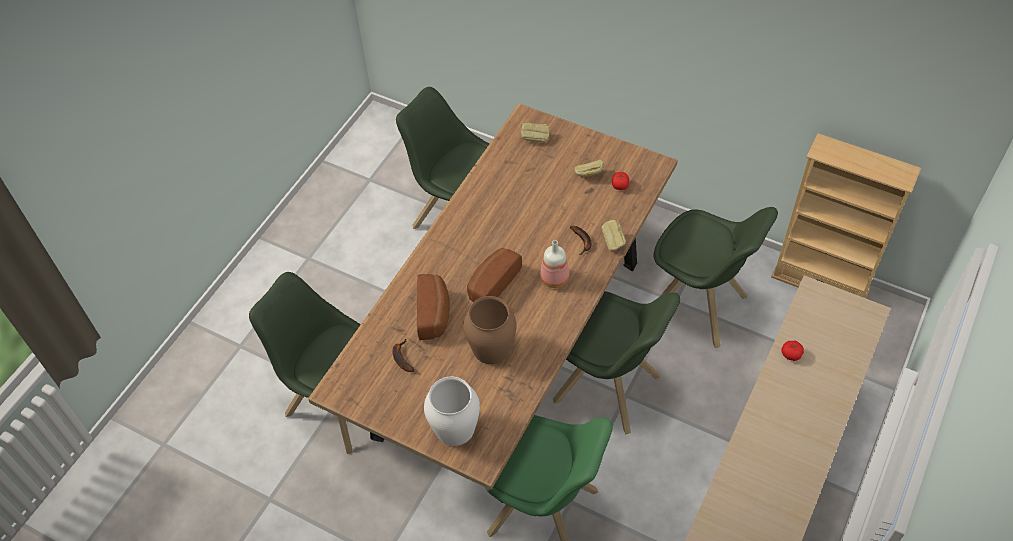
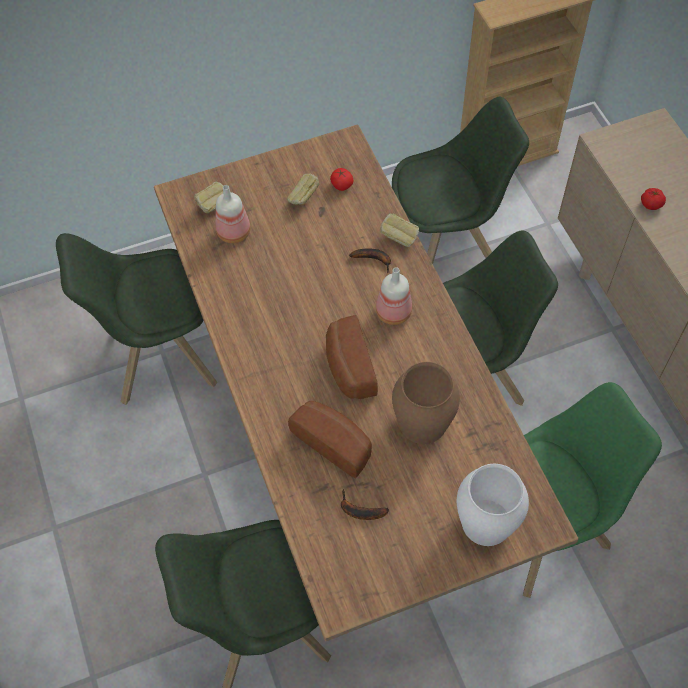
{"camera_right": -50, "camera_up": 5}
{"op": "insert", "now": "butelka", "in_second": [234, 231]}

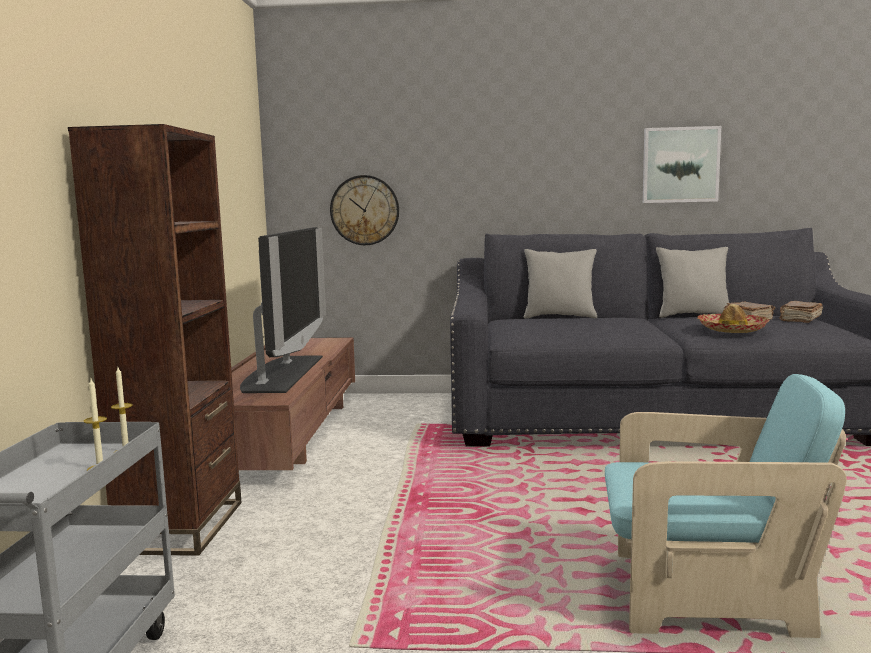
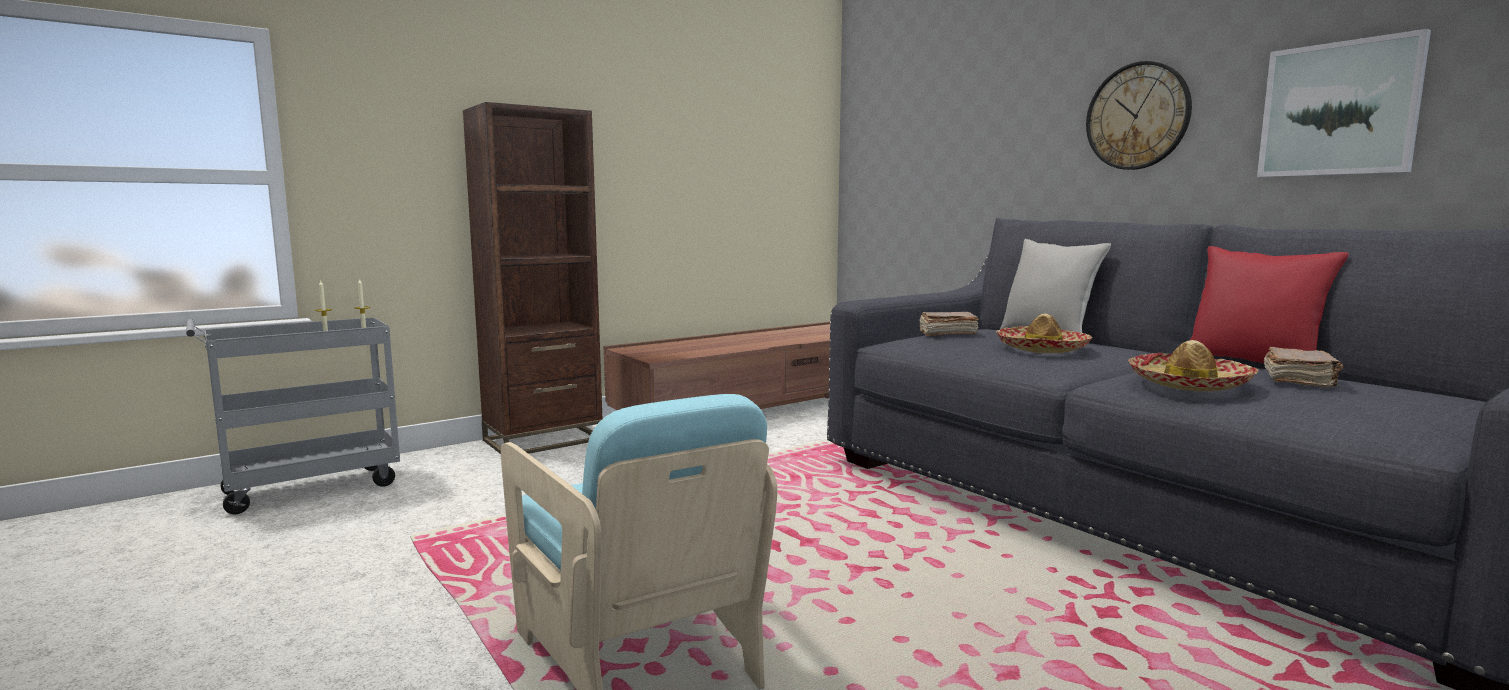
{"camera_right": 50, "camera_up": 0}
{"op": "delete", "was": "telewizor", "in_first": [282, 373]}
{"op": "move", "was": "zegar ścienny", "in_first": [364, 210], "in_second": [1137, 116]}
{"op": "recolor", "was": "poduszka (szary)", "now": "poduszka (czerwony)", "in_first": [693, 315], "in_second": [1253, 364]}
{"op": "move", "was": "książka (brązowy)", "in_first": [800, 319], "in_second": [946, 334]}
{"op": "insert", "now": "kapelusz", "in_second": [1042, 349]}

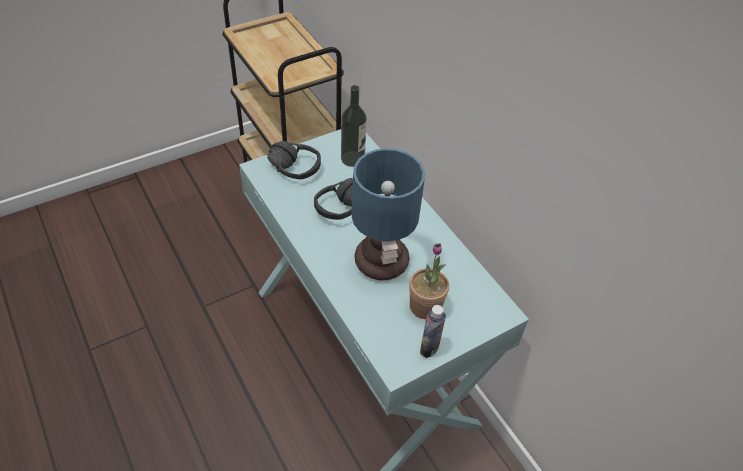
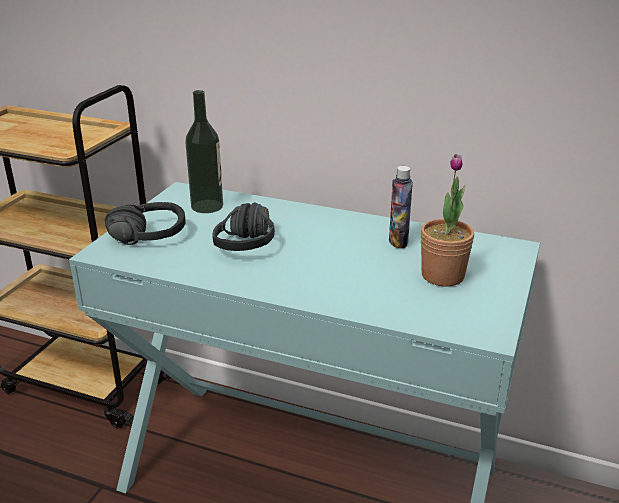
{"camera_right": -35, "camera_up": -20}
{"op": "delete", "was": "lampa stołowa", "in_first": [379, 260]}
{"op": "move", "was": "butelka", "in_first": [429, 347], "in_second": [398, 241]}

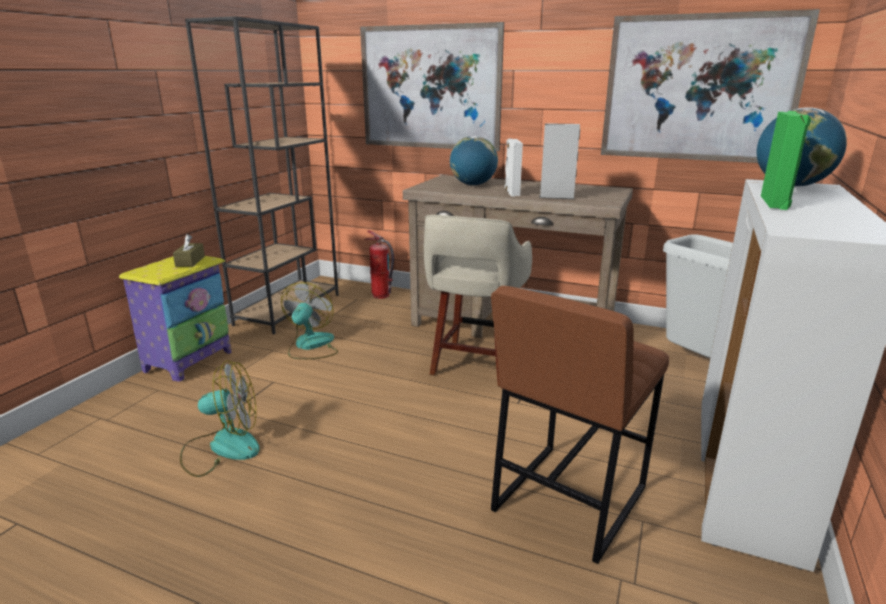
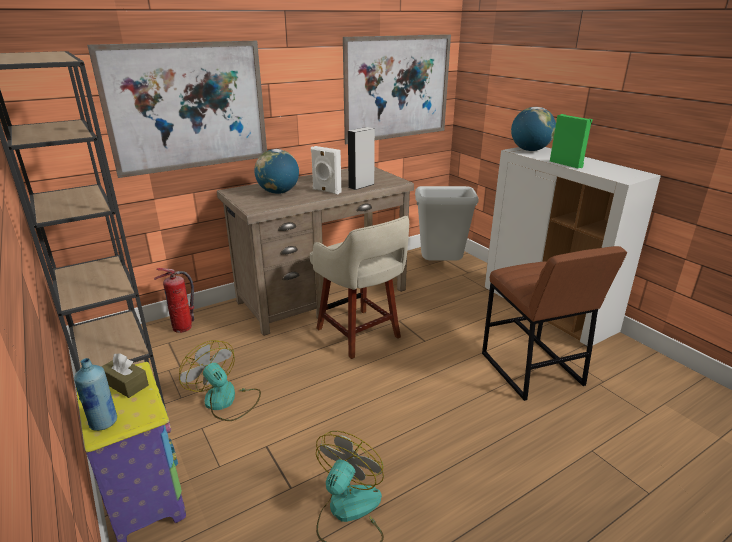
{"camera_right": -55, "camera_up": 5}
{"op": "insert", "now": "butelka (niebieski)", "in_second": [104, 422]}

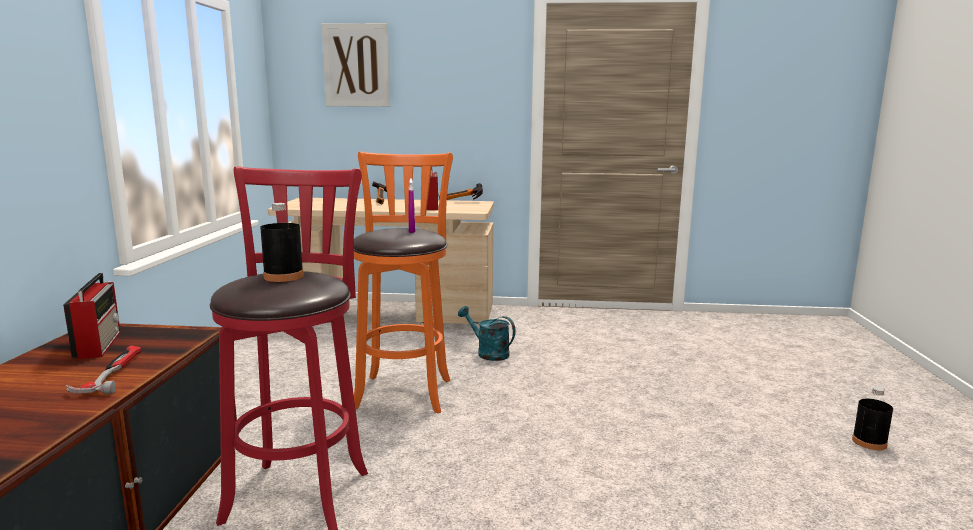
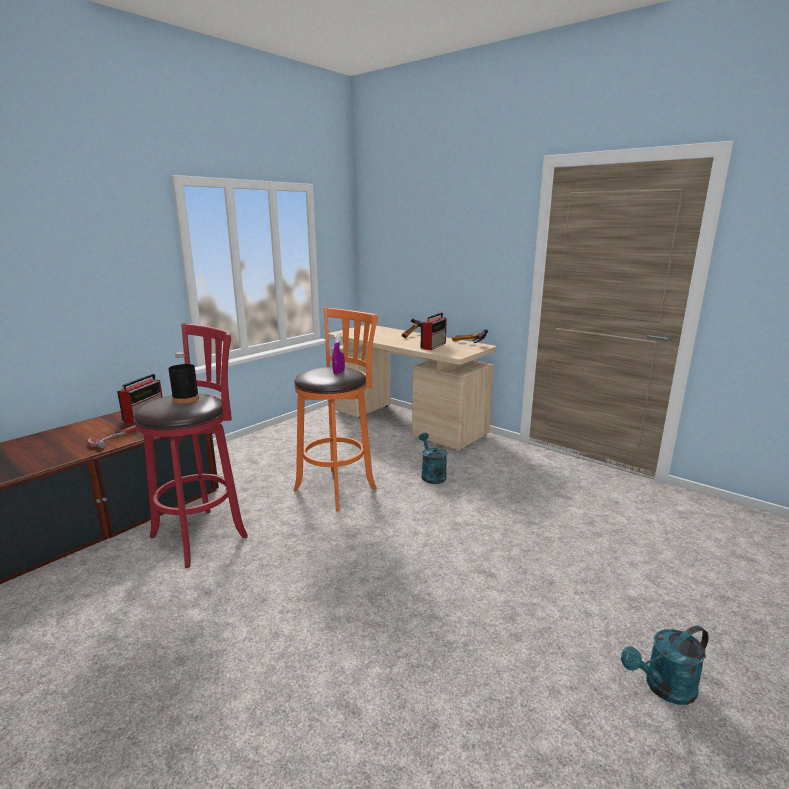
{"camera_right": 35, "camera_up": 5}
{"op": "delete", "was": "obraz", "in_first": [356, 65]}
{"op": "replace", "was": "butelka (czarny)", "now": "konewka (turkusowy)", "in_first": [869, 442], "in_second": [663, 688]}

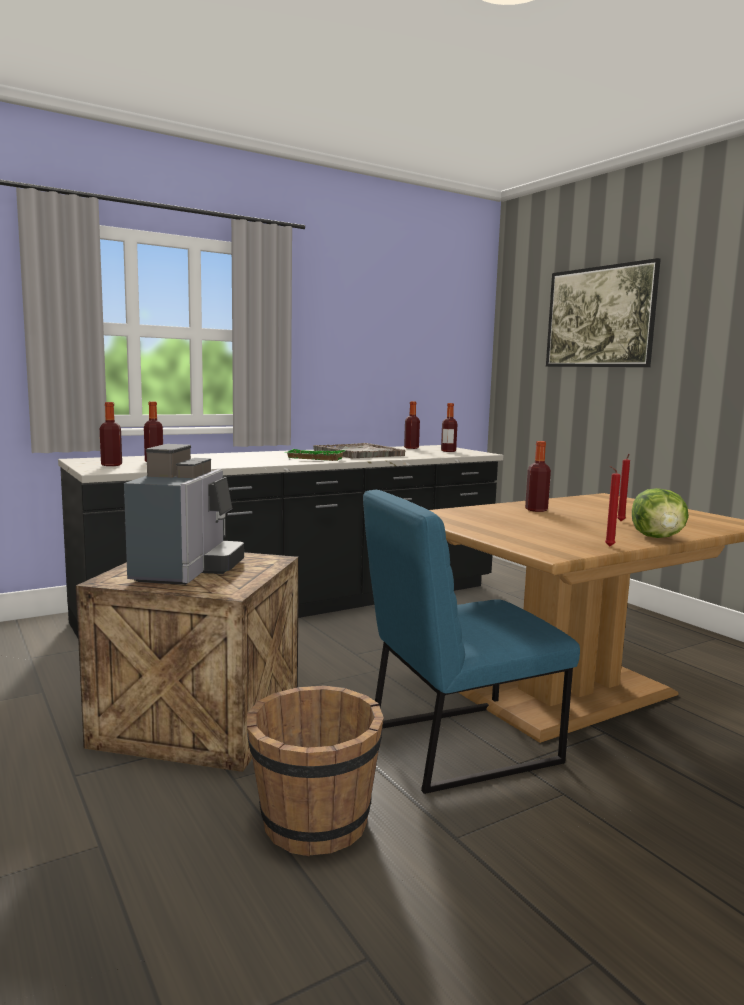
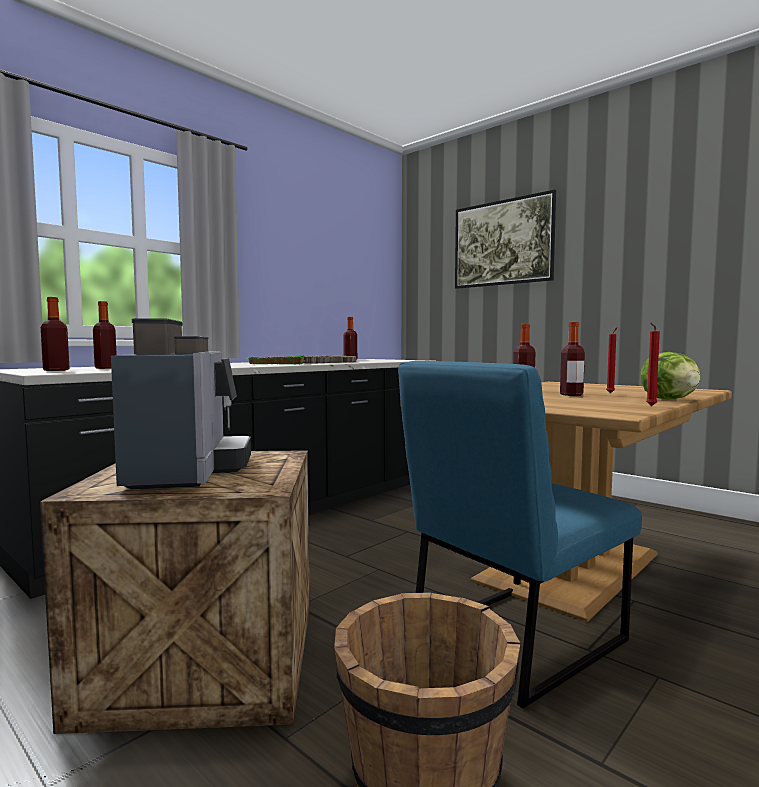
{"camera_right": -15, "camera_up": -5}
{"op": "move", "was": "butelka", "in_first": [448, 451], "in_second": [571, 395]}

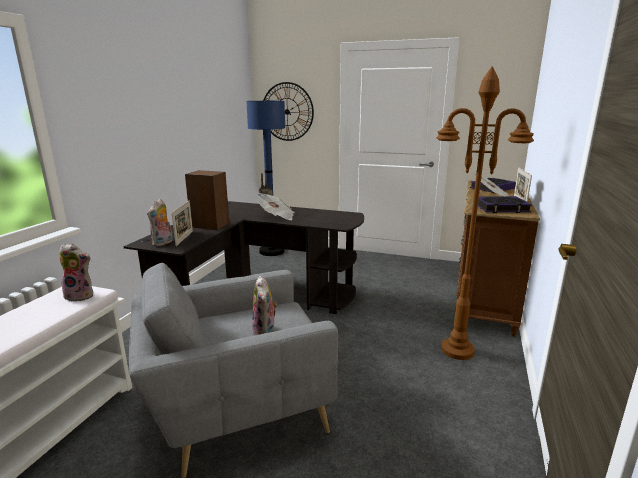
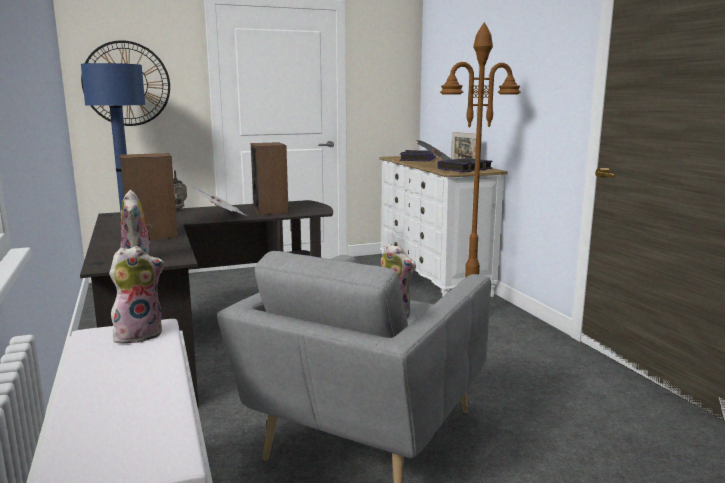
{"camera_right": -40, "camera_up": -5}
{"op": "delete", "was": "ramka na zdjęcie", "in_first": [184, 238]}
{"op": "recolor", "was": "komoda (brązowy)", "now": "komoda (biały)", "in_first": [483, 299], "in_second": [433, 277]}
{"op": "insert", "now": "głośnik", "in_second": [270, 210]}

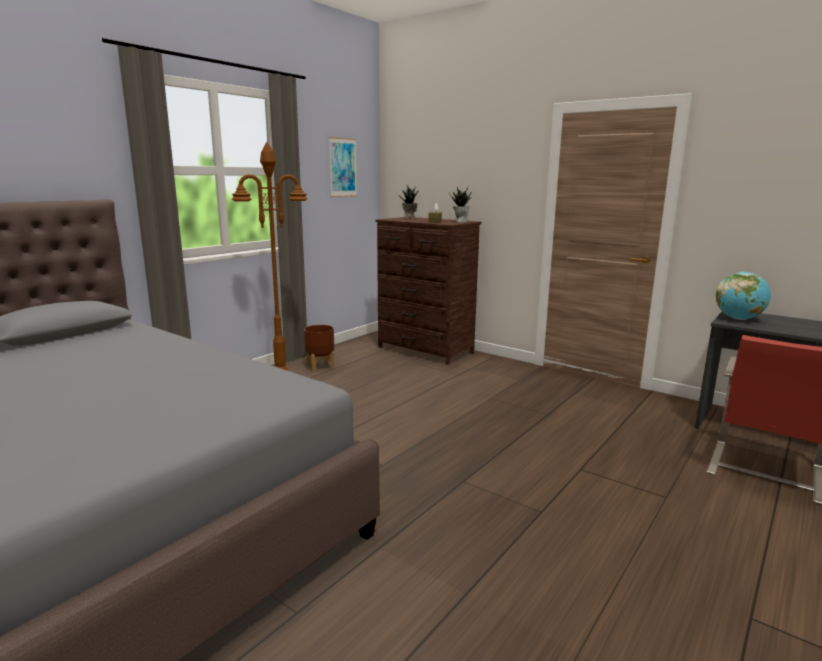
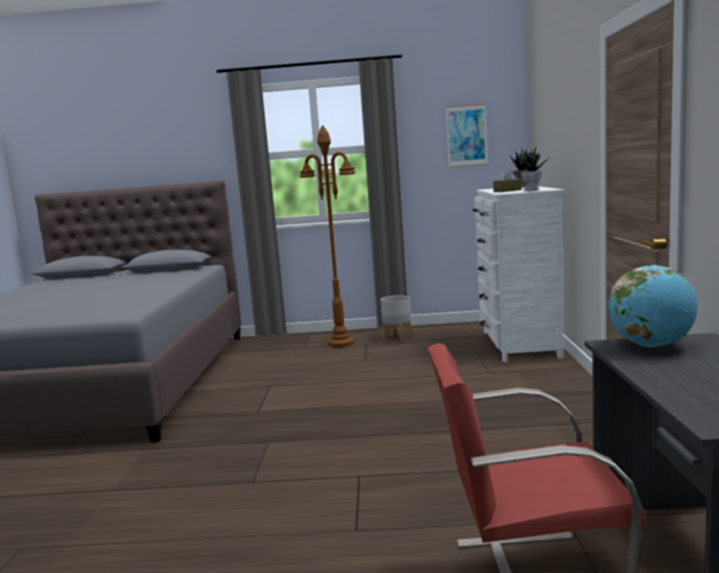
{"camera_right": 55, "camera_up": -5}
{"op": "recolor", "was": "donica (brązowy)", "now": "donica (szary)", "in_first": [320, 367], "in_second": [397, 337]}
{"op": "recolor", "was": "komoda (brązowy)", "now": "komoda (biały)", "in_first": [424, 350], "in_second": [518, 344]}

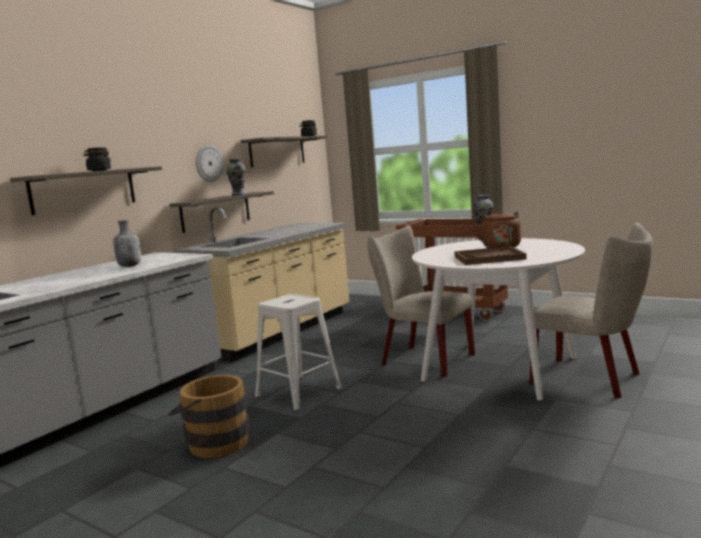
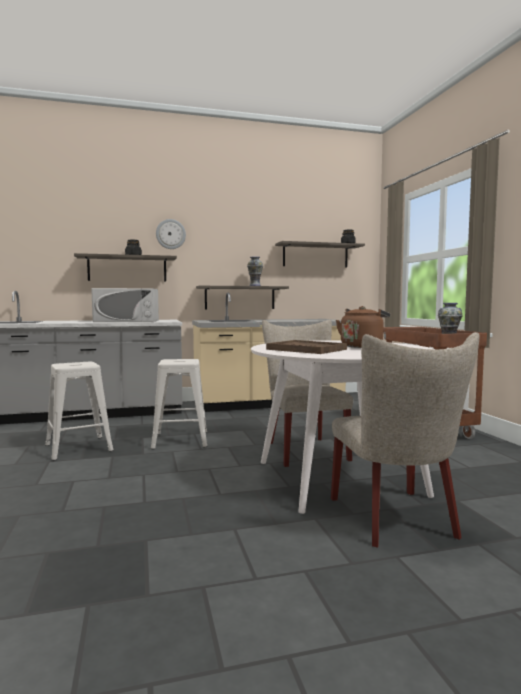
{"camera_right": 40, "camera_up": -5}
{"op": "replace", "was": "butelka (szary)", "now": "mikrofalówka (biały)", "in_first": [130, 266], "in_second": [127, 321]}
{"op": "replace", "was": "wiadro (brązowy)", "now": "stołek (biały)", "in_first": [213, 443], "in_second": [78, 448]}
{"op": "move", "was": "zegar ścienny", "in_first": [209, 163], "in_second": [170, 234]}

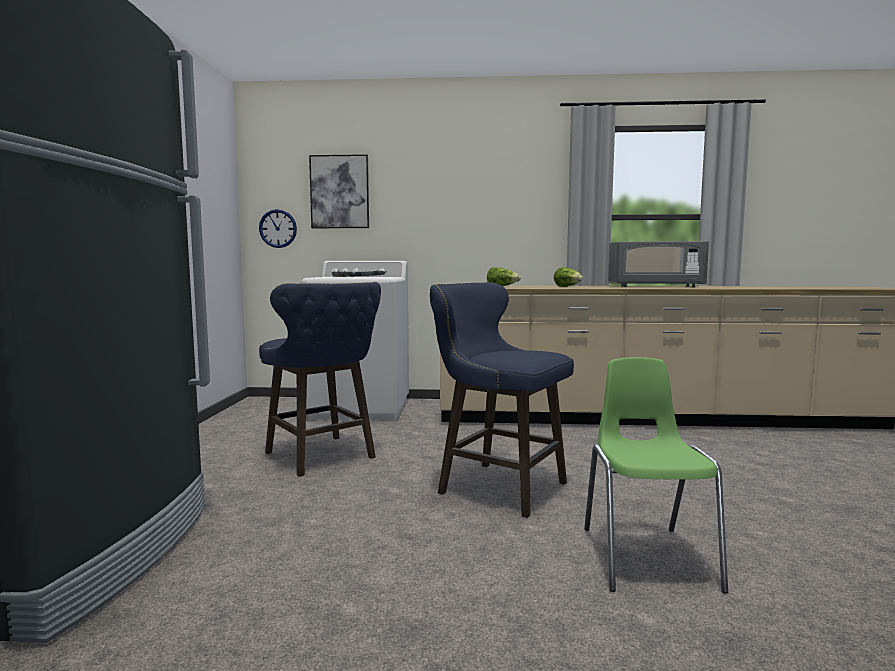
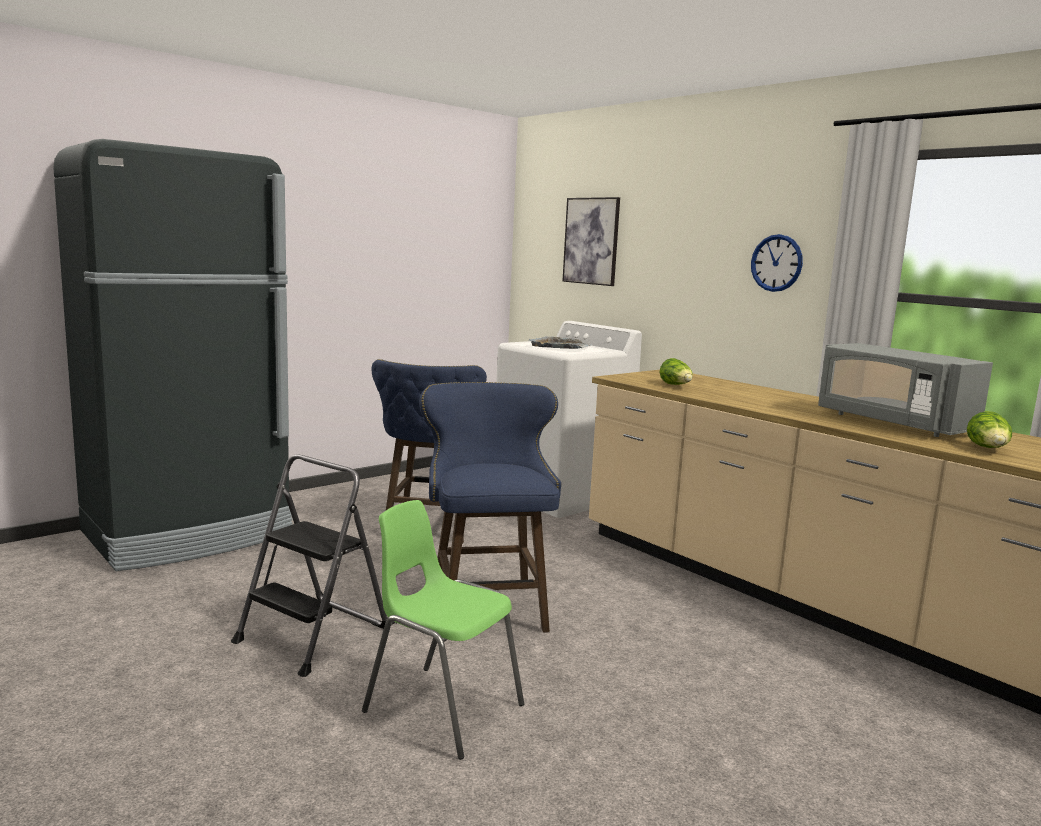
{"camera_right": 45, "camera_up": 5}
{"op": "move", "was": "zegar ścienny", "in_first": [278, 228], "in_second": [776, 263]}
{"op": "move", "was": "sałata", "in_first": [568, 287], "in_second": [988, 449]}
{"op": "rotate", "was": "krzesło (zielony)", "in_first": [646, 557], "in_second": [442, 708], "clockwise": -105}
{"op": "insert", "now": "drabinka (czarny)", "in_second": [318, 633]}

